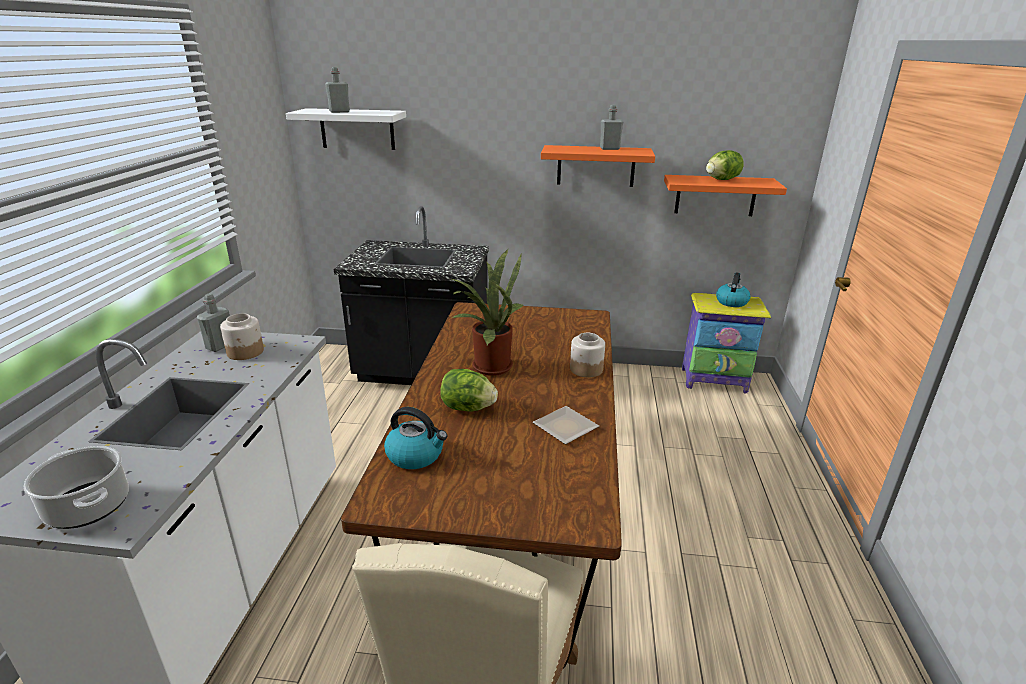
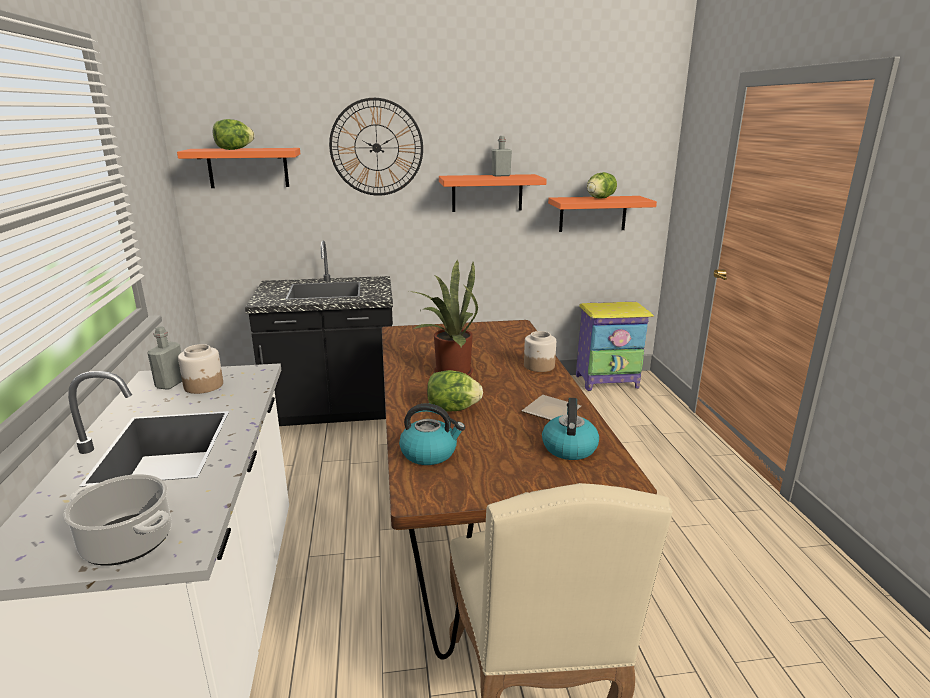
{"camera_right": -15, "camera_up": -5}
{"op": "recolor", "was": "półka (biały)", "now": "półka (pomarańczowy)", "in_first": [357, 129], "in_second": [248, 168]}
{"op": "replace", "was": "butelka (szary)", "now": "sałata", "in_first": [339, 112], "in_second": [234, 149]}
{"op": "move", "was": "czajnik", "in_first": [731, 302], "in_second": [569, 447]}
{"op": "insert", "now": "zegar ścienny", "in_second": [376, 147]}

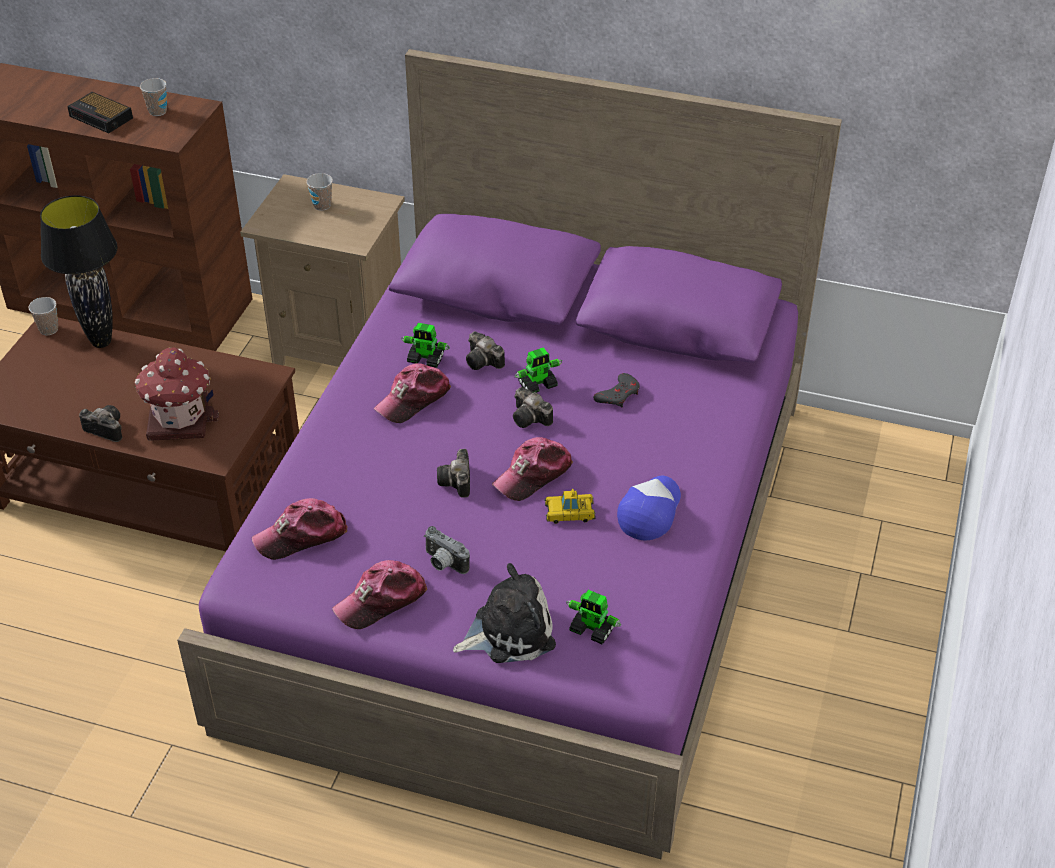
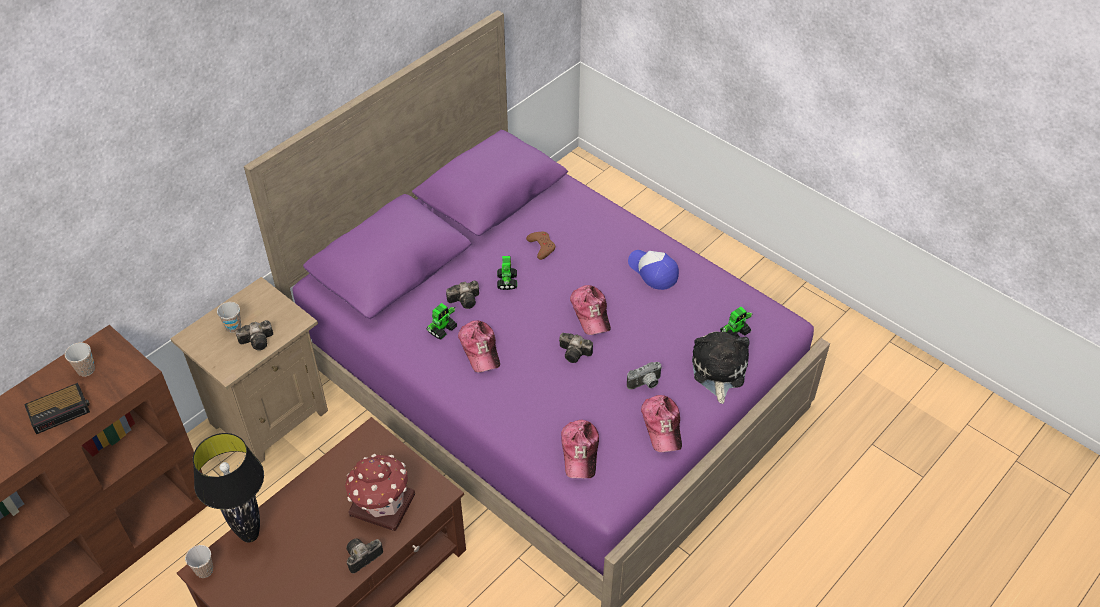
{"camera_right": -65, "camera_up": 5}
{"op": "move", "was": "aparat fotograficzny", "in_first": [531, 419], "in_second": [259, 340]}
{"op": "delete", "was": "samochodzik", "in_first": [569, 512]}
{"op": "recolor", "was": "pad do gier (szary)", "now": "pad do gier (brązowy)", "in_first": [618, 394], "in_second": [541, 247]}

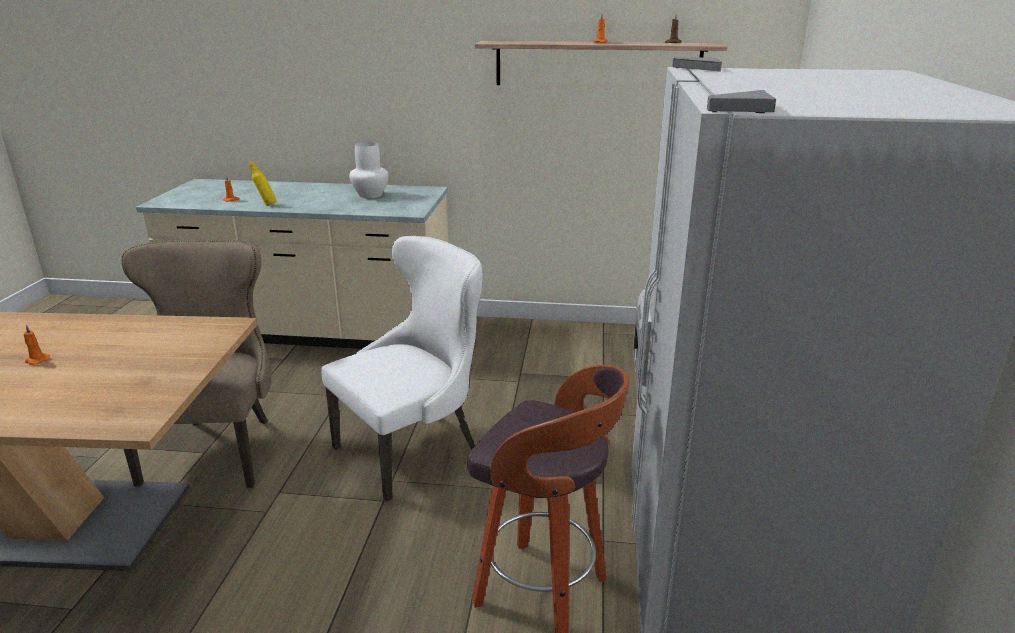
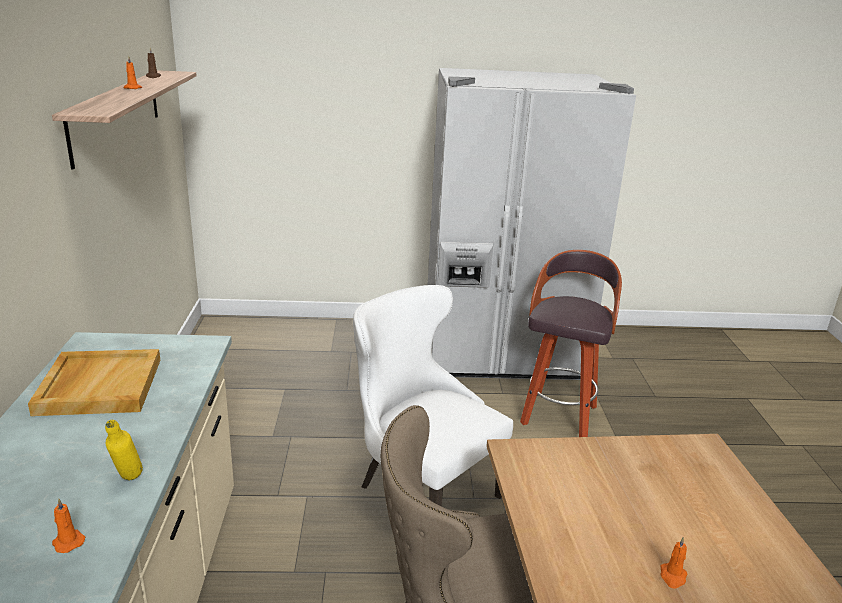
{"camera_right": -100, "camera_up": 0}
{"op": "replace", "was": "wazon (biały)", "now": "taca (beżowy)", "in_first": [371, 195], "in_second": [99, 385]}

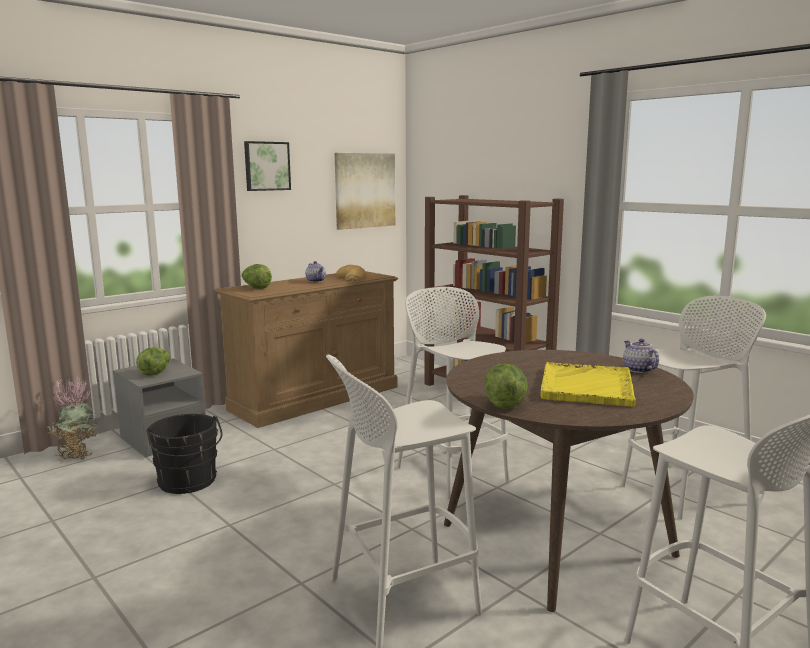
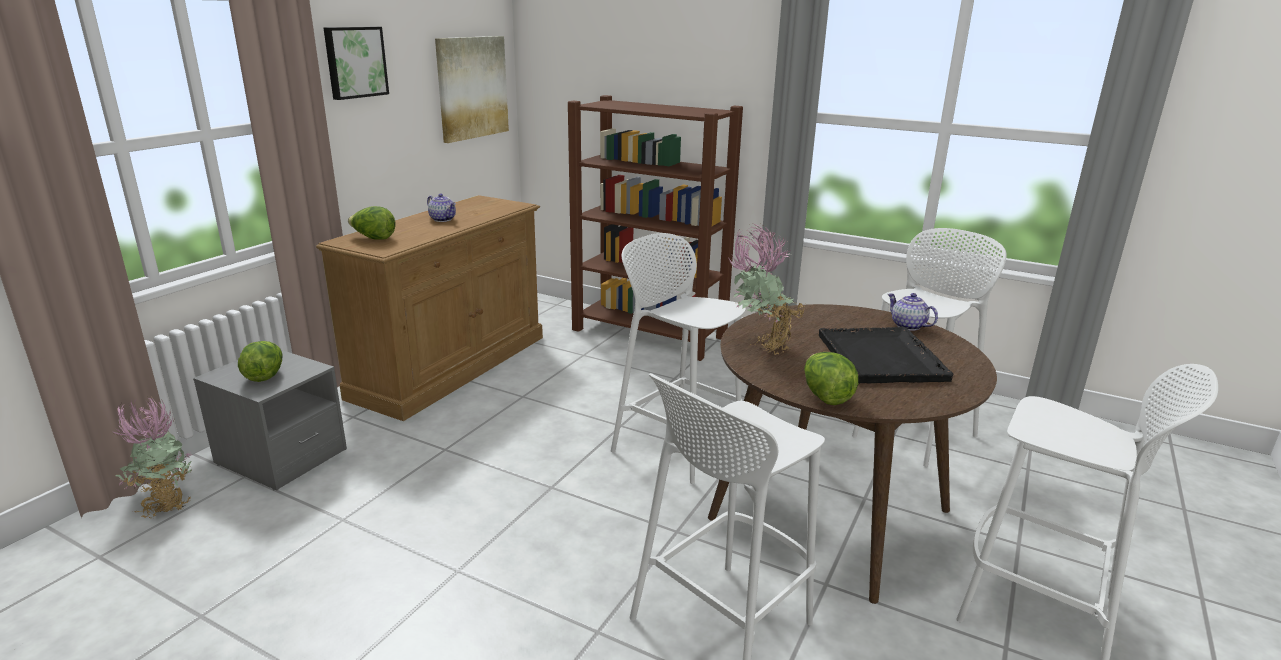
{"camera_right": -20, "camera_up": 10}
{"op": "delete", "was": "wiadro (czarny)", "in_first": [188, 483]}
{"op": "delete", "was": "chleb", "in_first": [352, 278]}
{"op": "recolor", "was": "taca (żółty)", "now": "taca (czarny)", "in_first": [586, 386], "in_second": [881, 358]}
{"op": "insert", "now": "roślina doniczkowa", "in_second": [760, 347]}

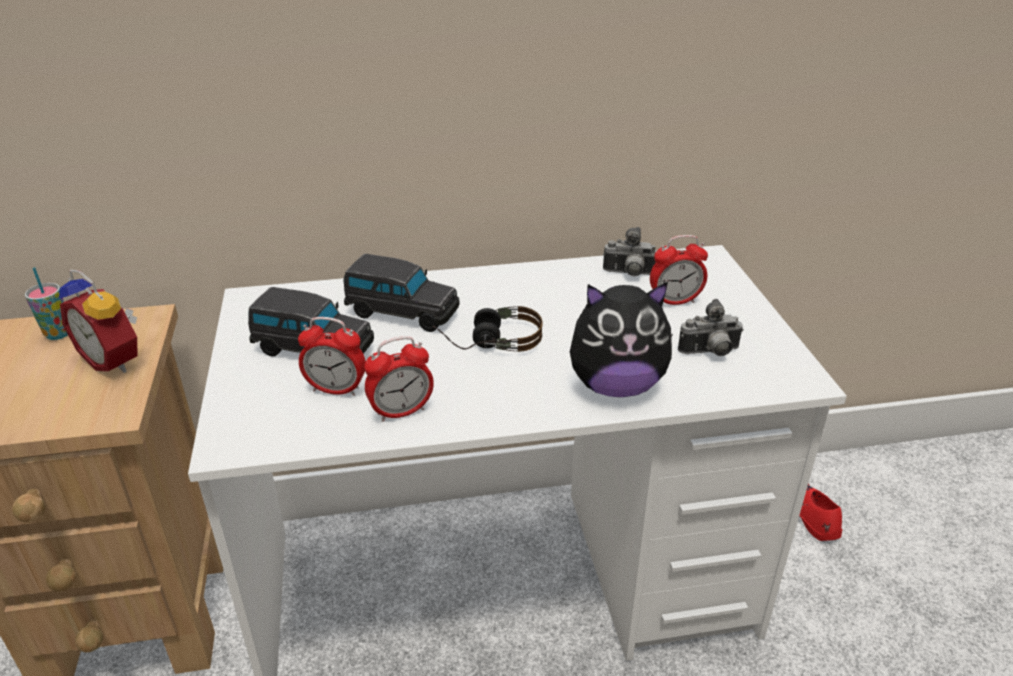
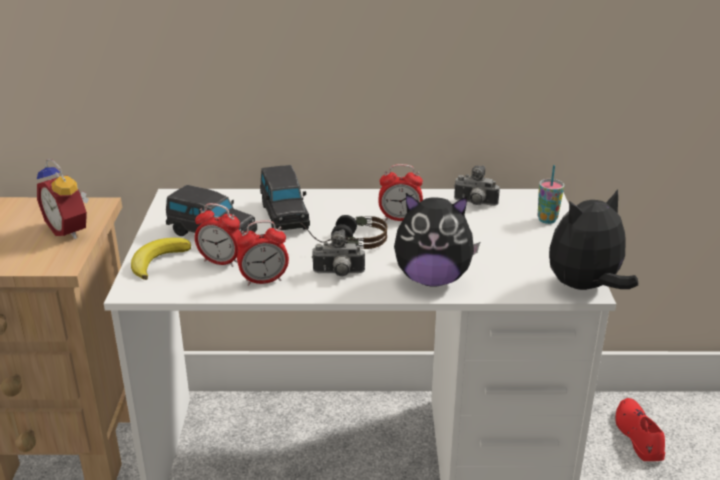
{"camera_right": 10, "camera_up": -5}
{"op": "move", "was": "filiżanka", "in_first": [58, 334], "in_second": [547, 220]}
{"op": "rotate", "was": "samochodzik (czarny)", "in_first": [401, 312], "in_second": [284, 215], "clockwise": 45}
{"op": "move", "was": "budzik", "in_first": [674, 301], "in_second": [400, 218]}
{"op": "move", "was": "aparat fotograficzny", "in_first": [710, 353], "in_second": [338, 274]}
{"op": "insert", "now": "banan", "in_second": [158, 261]}
{"op": "insert", "now": "pluszak", "in_second": [585, 288]}

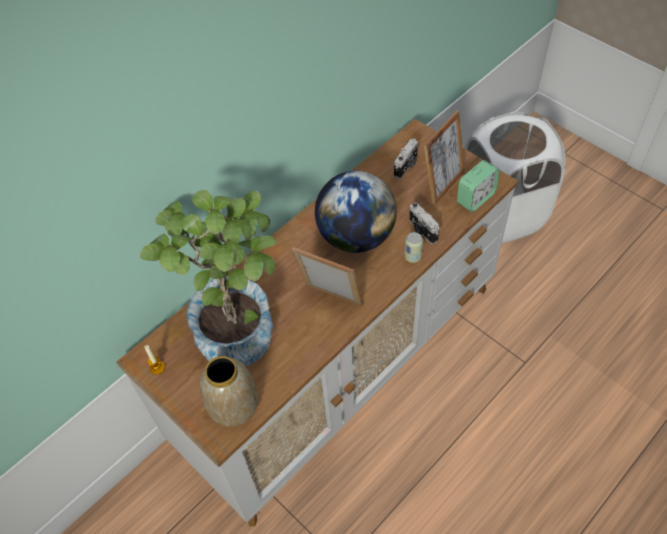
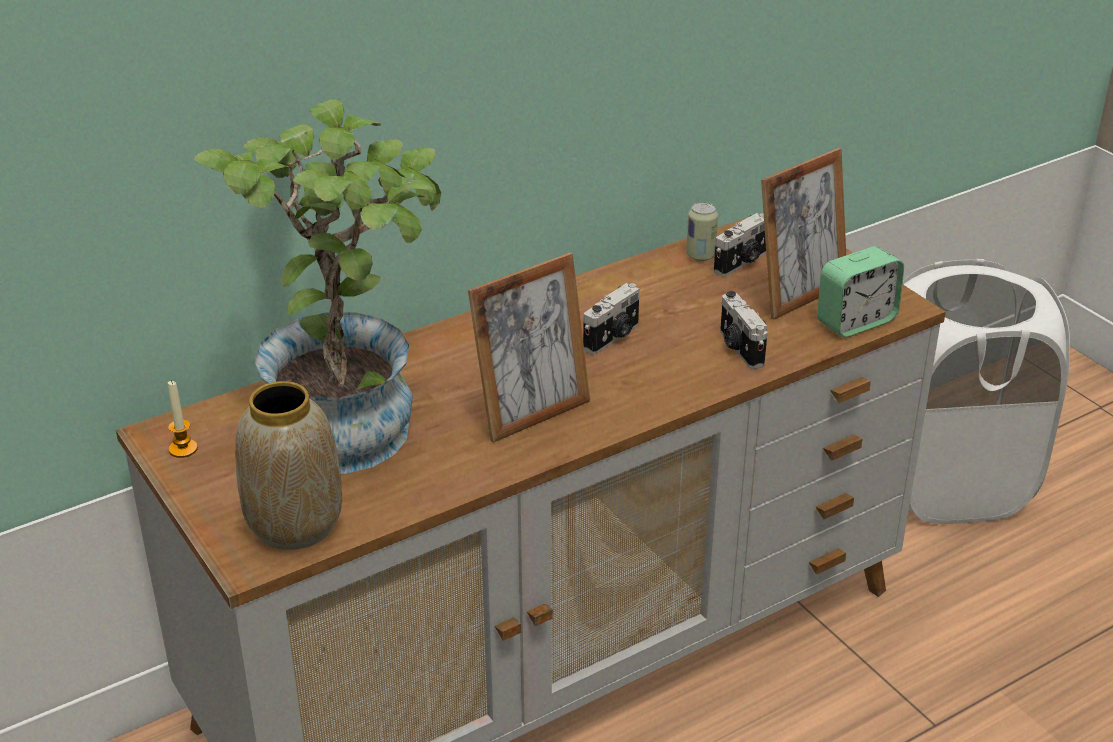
{"camera_right": 10, "camera_up": -20}
{"op": "rotate", "was": "ramka na zdjęcie", "in_first": [330, 301], "in_second": [532, 413], "clockwise": 105}
{"op": "replace", "was": "globus", "now": "aparat fotograficzny", "in_first": [356, 236], "in_second": [613, 337]}
{"op": "move", "was": "puszka", "in_first": [412, 257], "in_second": [700, 255]}

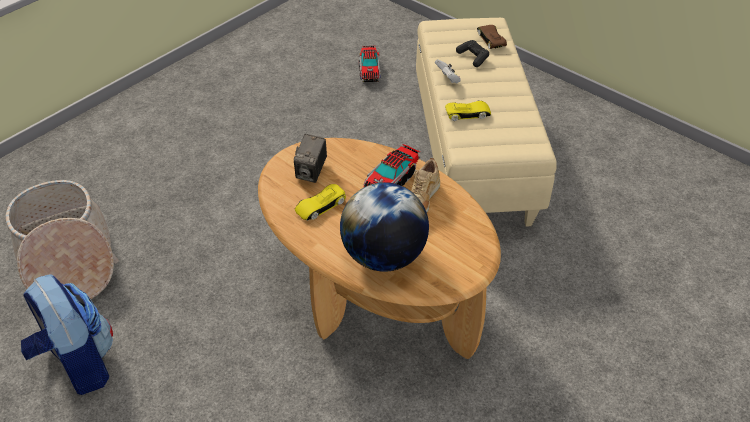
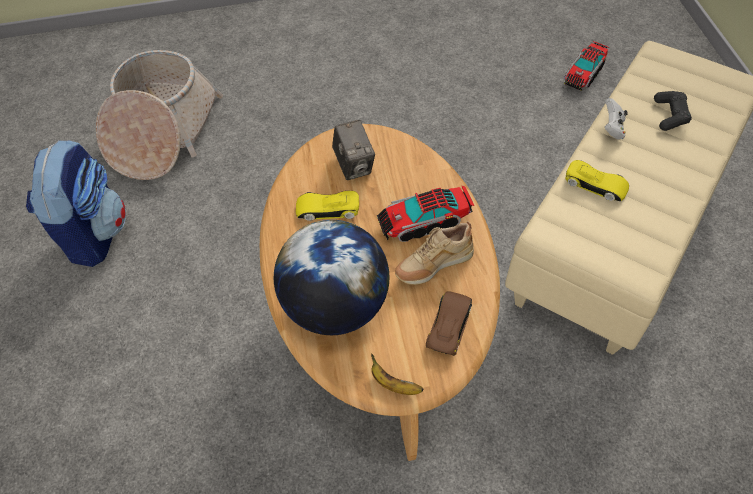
{"camera_right": 40, "camera_up": 10}
{"op": "rotate", "was": "aparat fotograficzny", "in_first": [311, 172], "in_second": [354, 165], "clockwise": -75}
{"op": "move", "was": "samochodzik (brązowy)", "in_first": [491, 39], "in_second": [449, 325]}
{"op": "insert", "now": "banan", "in_second": [393, 384]}

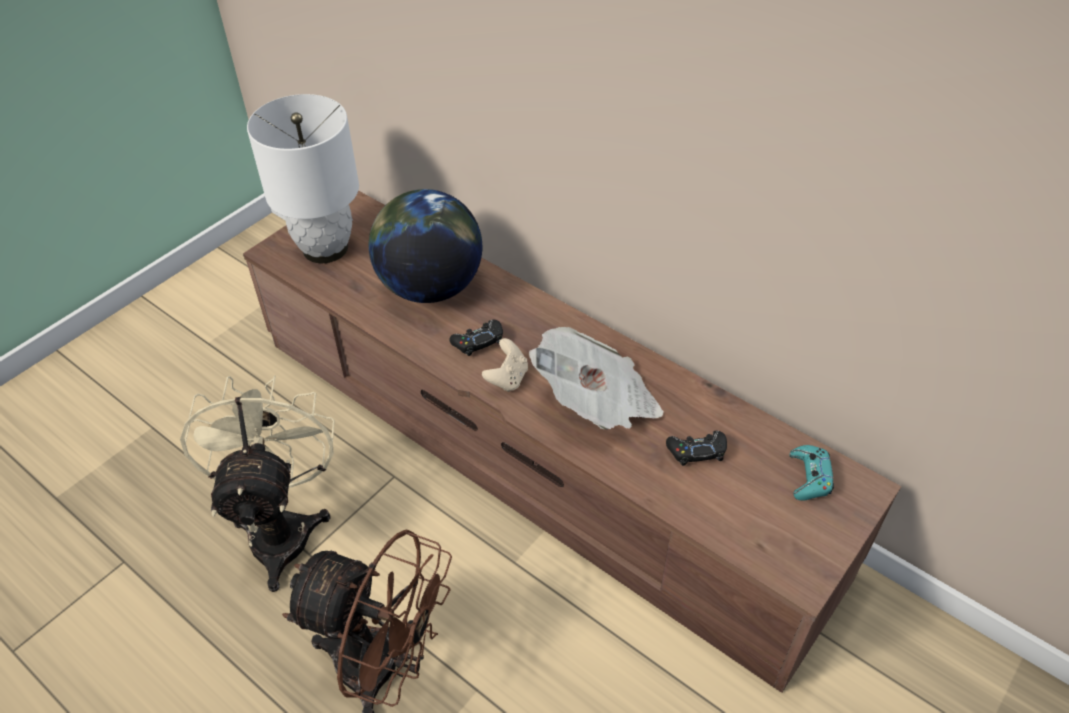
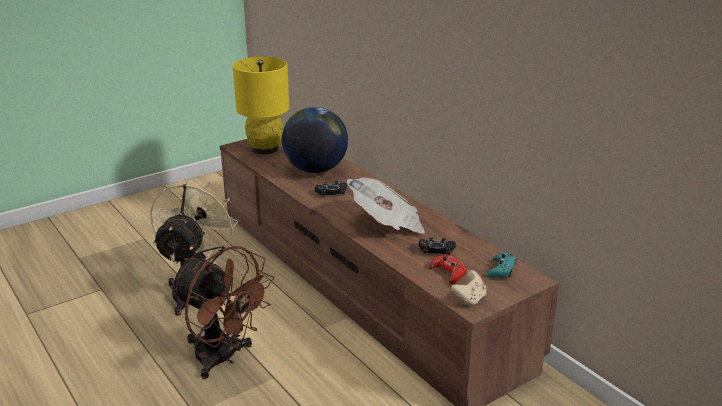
{"camera_right": 15, "camera_up": -20}
{"op": "recolor", "was": "lampa stołowa (biały)", "now": "lampa stołowa (żółty)", "in_first": [325, 248], "in_second": [265, 148]}
{"op": "move", "was": "pad do gier (beżowy)", "in_first": [507, 378], "in_second": [469, 299]}
{"op": "insert", "now": "pad do gier (czerwony)", "in_second": [448, 273]}

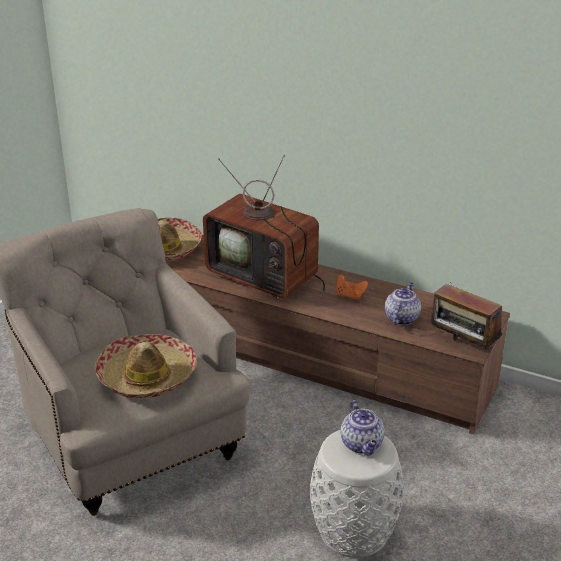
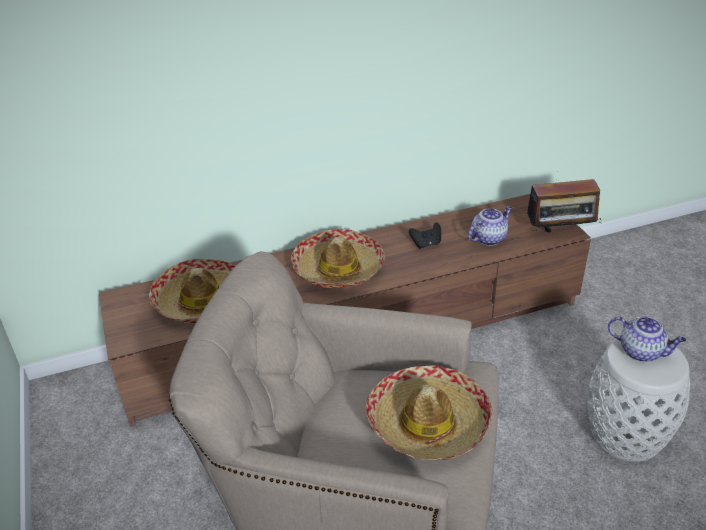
{"camera_right": -45, "camera_up": 5}
{"op": "replace", "was": "telewizor", "now": "kapelusz", "in_first": [266, 277], "in_second": [338, 269]}
{"op": "recolor", "was": "pad do gier (pomarańczowy)", "now": "pad do gier (czarny)", "in_first": [350, 296], "in_second": [426, 244]}
{"op": "rotate", "was": "imbryk", "in_first": [401, 318], "in_second": [488, 238], "clockwise": 75}

